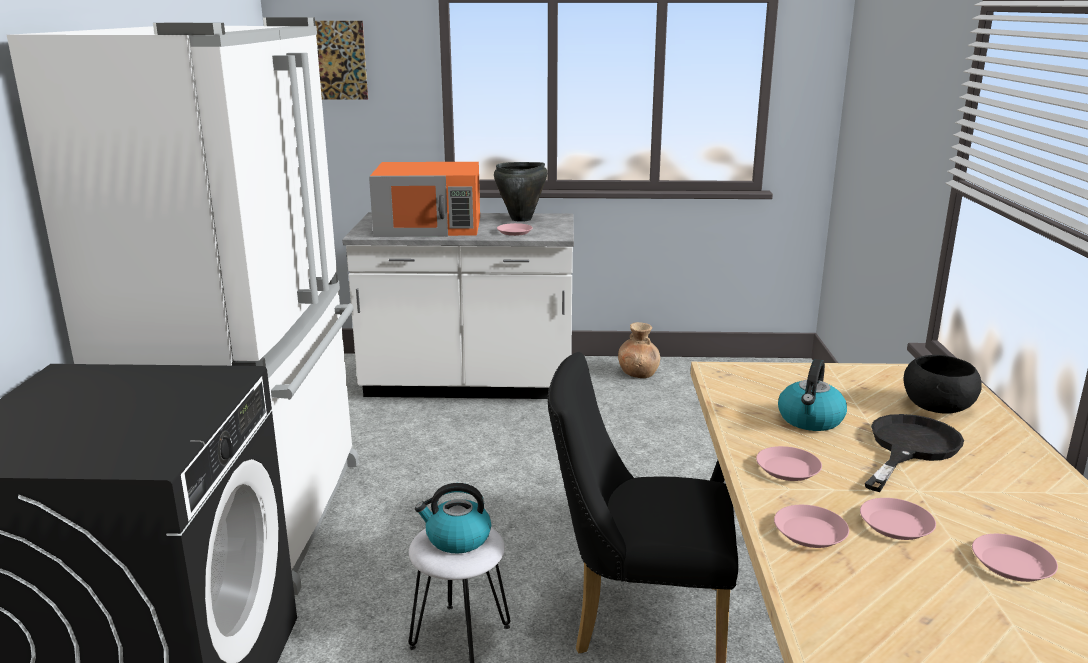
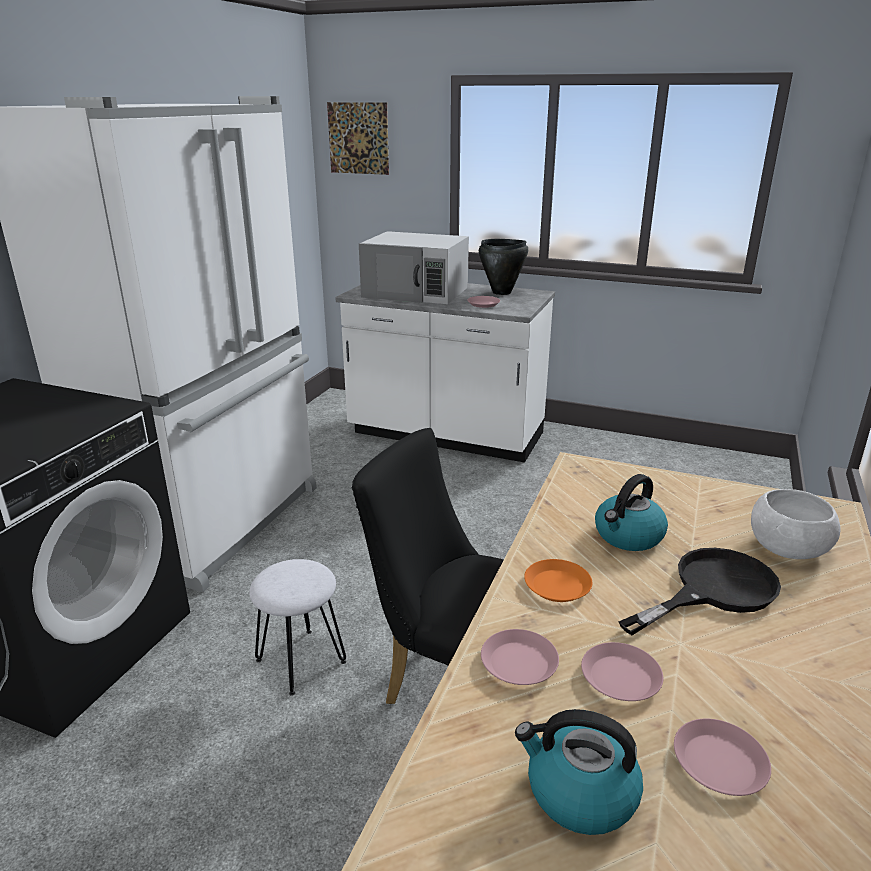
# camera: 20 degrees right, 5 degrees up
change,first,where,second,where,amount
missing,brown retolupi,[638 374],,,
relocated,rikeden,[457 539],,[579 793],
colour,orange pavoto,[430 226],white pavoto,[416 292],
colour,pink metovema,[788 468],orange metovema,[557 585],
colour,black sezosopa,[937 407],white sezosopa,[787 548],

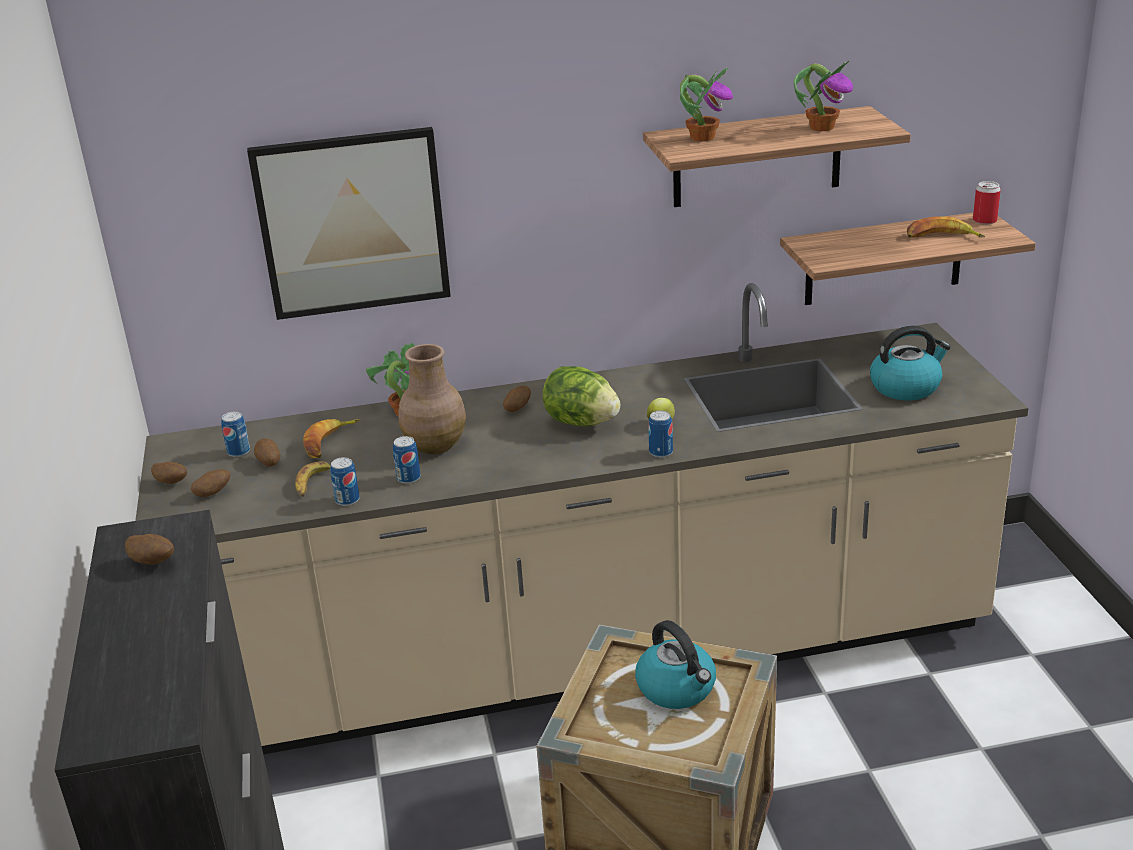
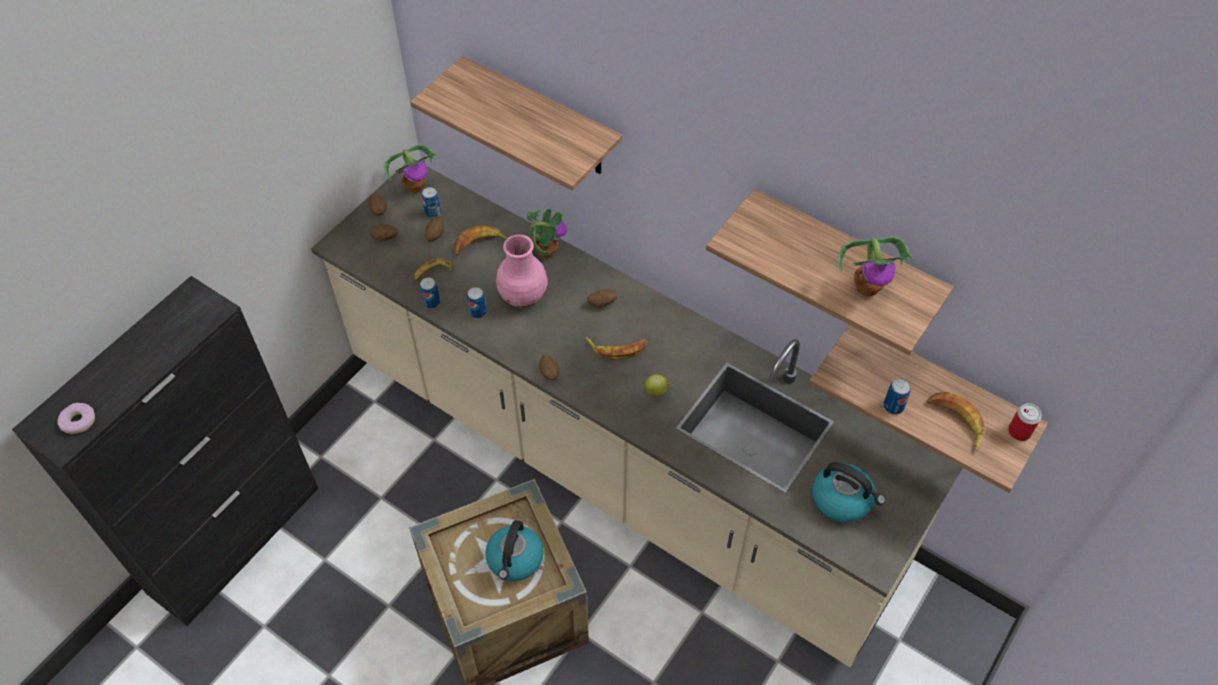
# camera: 45 degrees right, 25 degrees up
change,first,where,second,where,amount
appeared,,,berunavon,[78 421],
relocated,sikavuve,[153 563],,[549 373],
relocated,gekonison,[661 452],,[893 406],
relocated,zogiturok,[702 137],,[416 186],
exchanged,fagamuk,[352 223],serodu,[541 119],
exchanged,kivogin,[581 422],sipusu,[617 348],
colour,brown retolupi,[435 445],pink retolupi,[523 296],

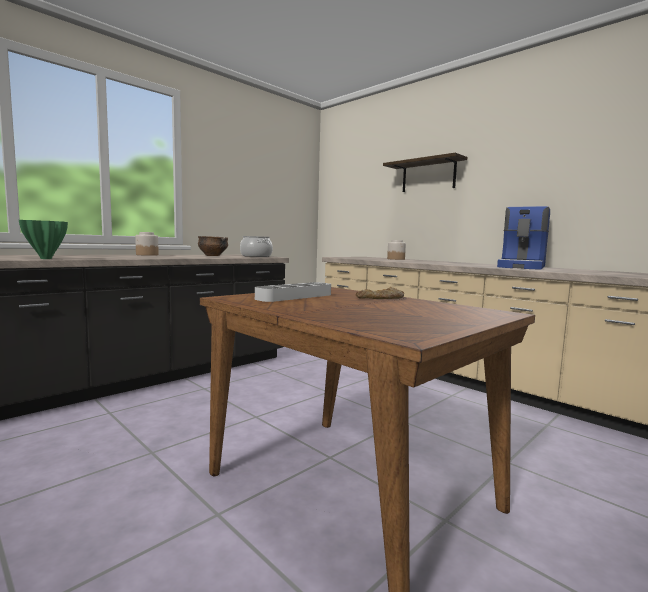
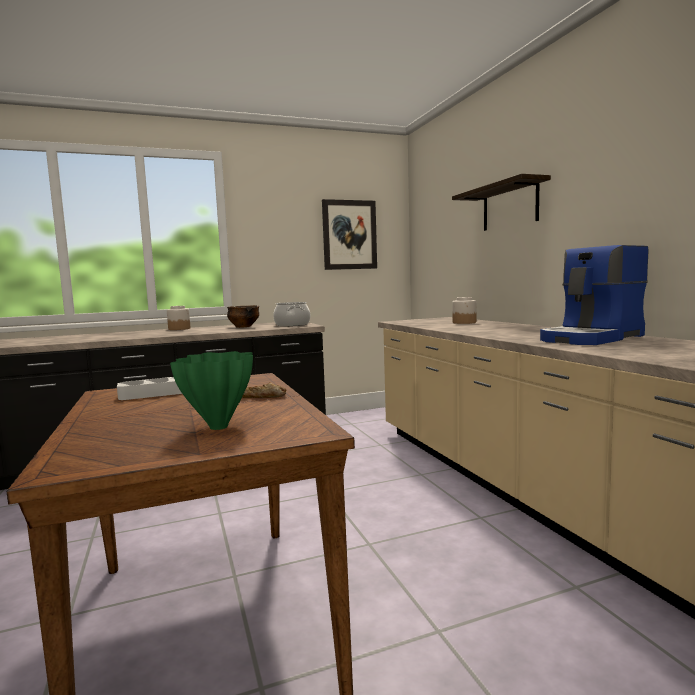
# camera: 25 degrees right, 0 degrees up
change,first,where,second,where,amount
appeared,,,fagamuk,[349 235],
relocated,green retolupi,[47 258],,[220 426],

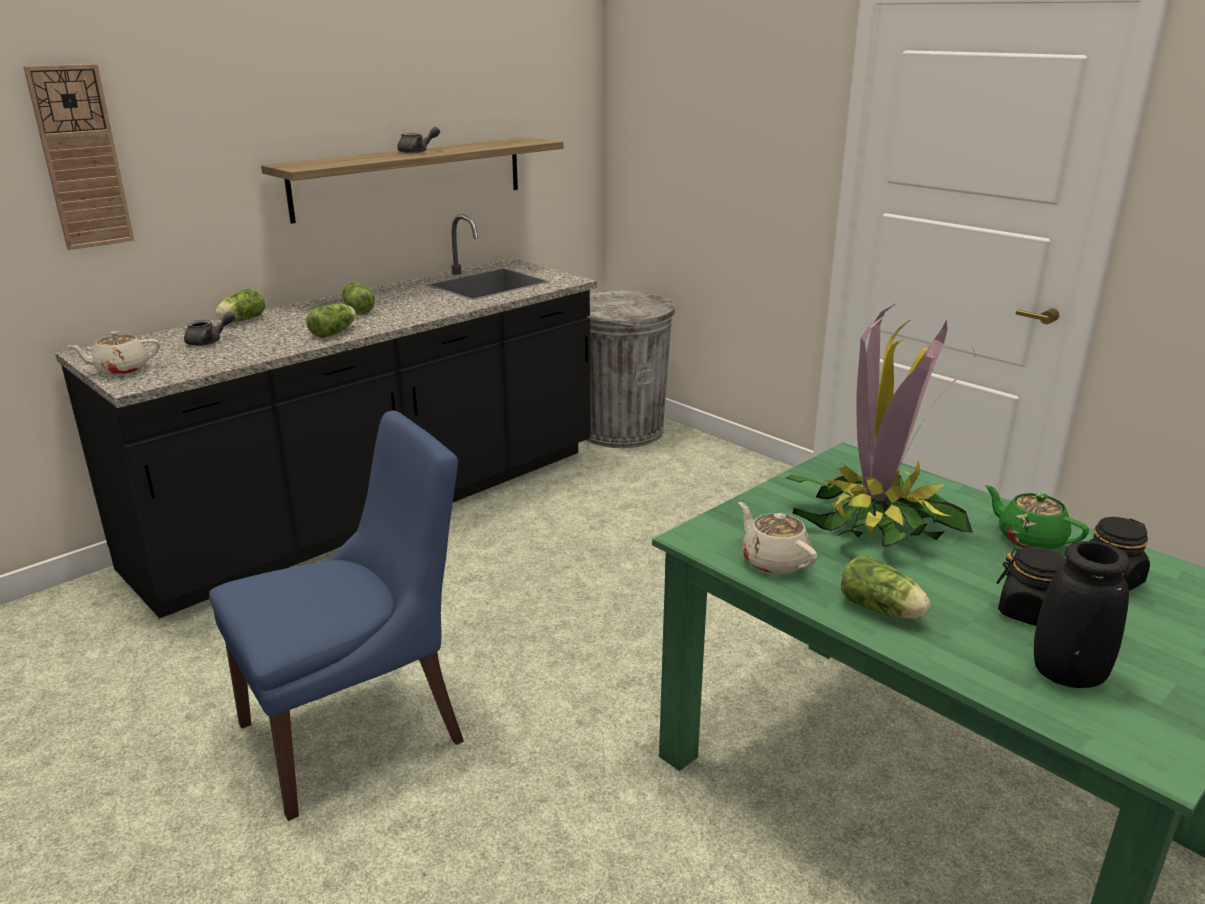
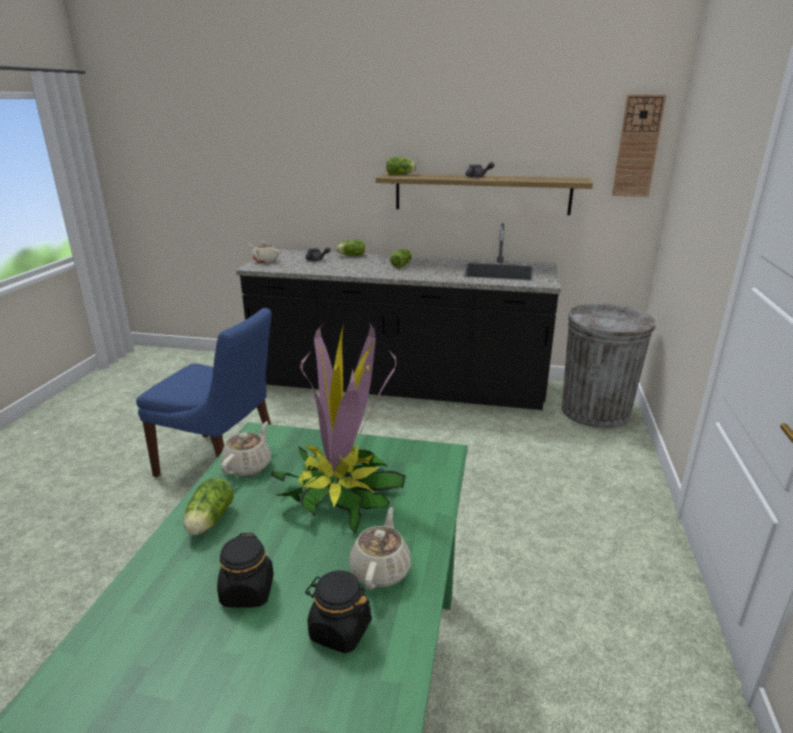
# camera: 55 degrees right, 0 degrees up
change,first,where,second,where,amount
missing,black retolupi,[1067 675],,,
relocated,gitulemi,[81 158],,[637 146],
relocated,kivogin,[335 332],,[401 174],
colour,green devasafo,[1029 539],beige devasafo,[380 569],

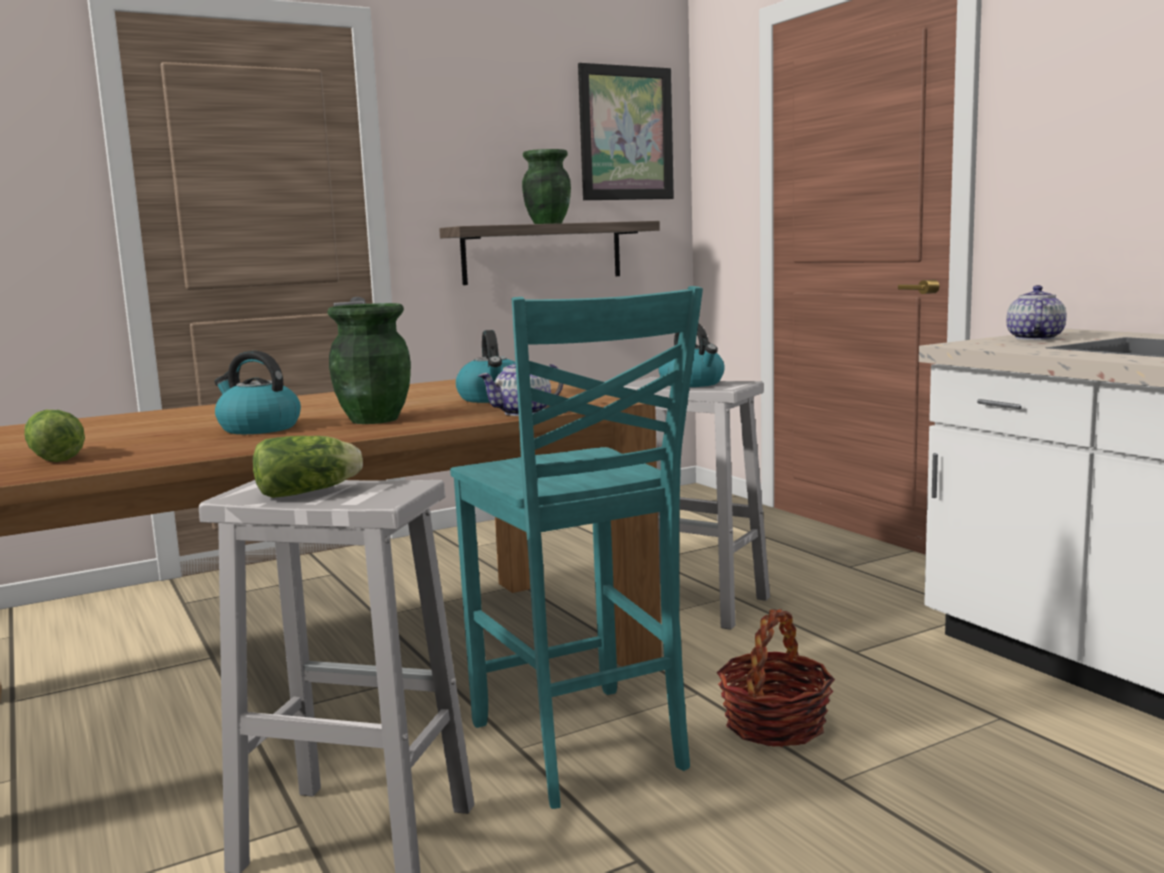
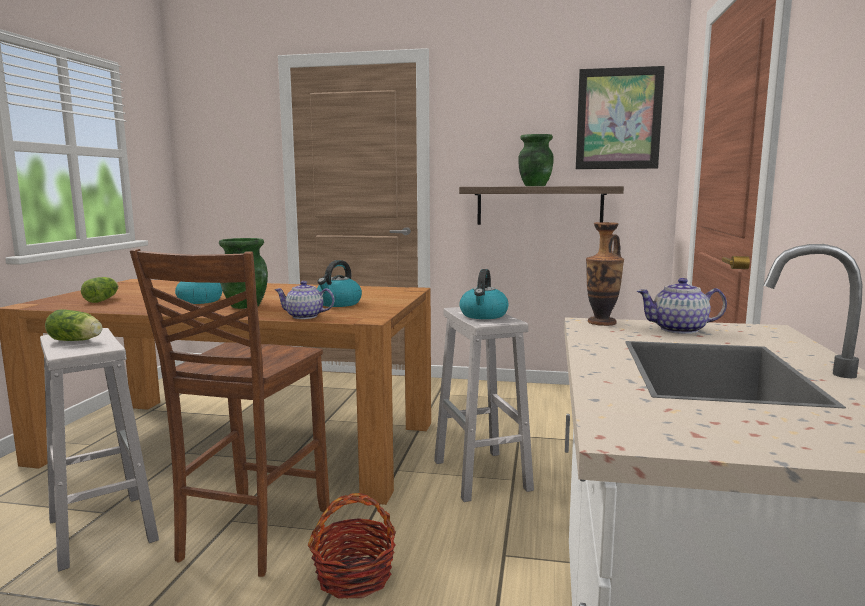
# camera: 40 degrees right, 0 degrees up
change,first,where,second,where,amount
appeared,,,retolupi,[601 323],
colour,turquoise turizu,[580 747],brown turizu,[251 535],
spun,devasafo,[1034 338],,[680 330],150 degrees counterclockwise

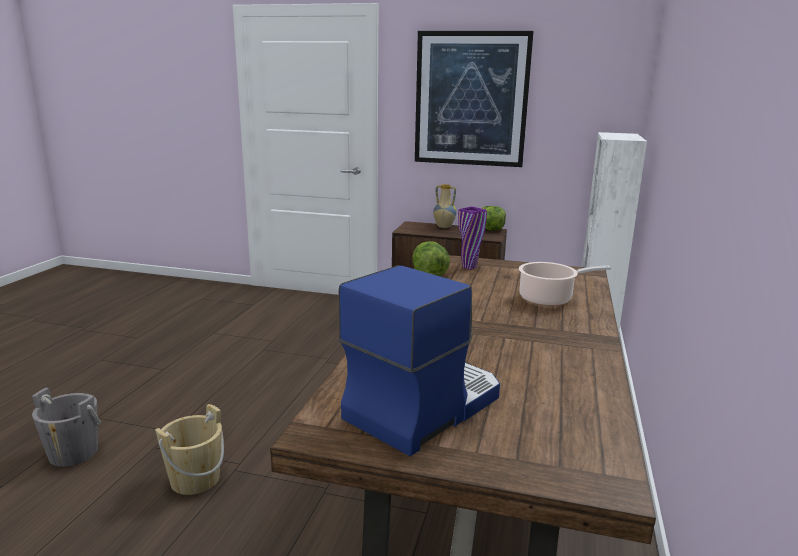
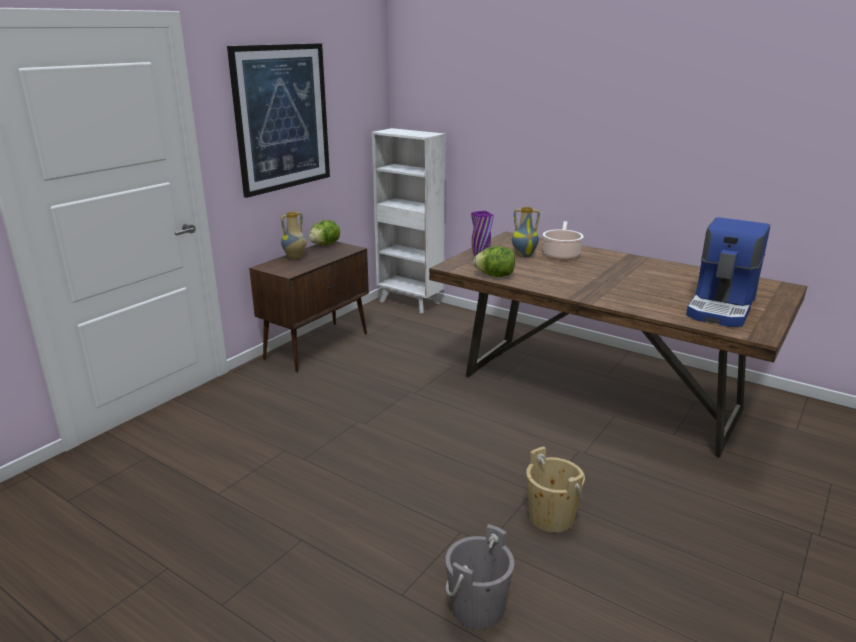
# camera: 70 degrees left, 5 degrees up
change,first,where,second,where,amount
appeared,,,retolupi,[524 255],
spun,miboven,[423 406],,[722 308],120 degrees counterclockwise

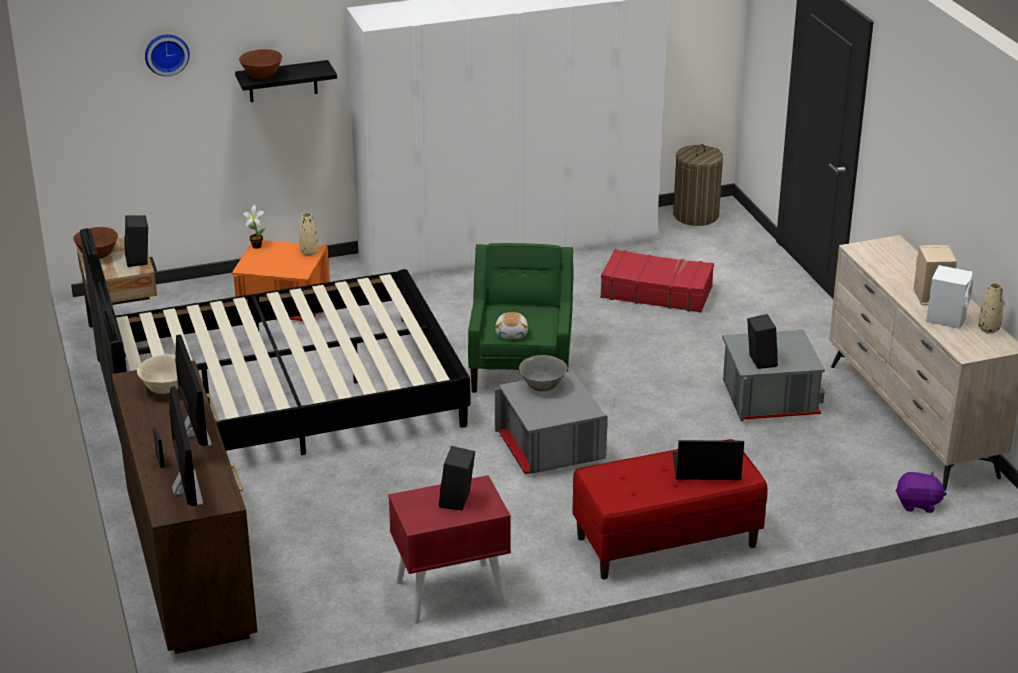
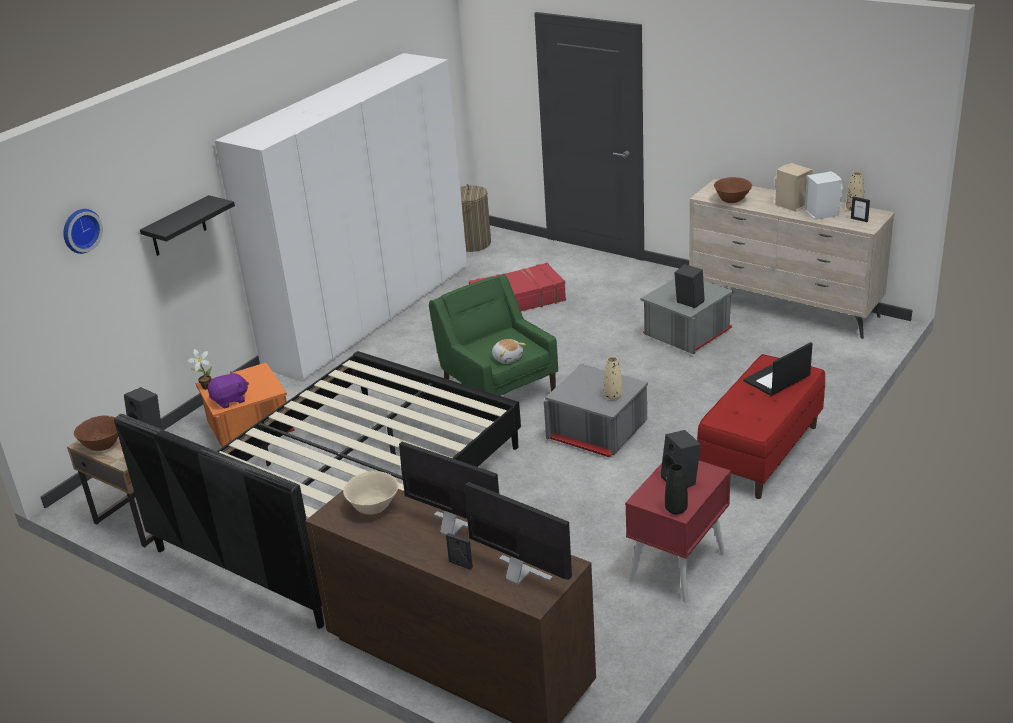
# camera: 35 degrees left, 0 degrees up
change,first,where,second,where,amount
missing,grey sezosopa,[543 386],,,
appeared,,,black retolupi,[676 509],
appeared,,,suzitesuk,[859 220],
relocated,brown sezosopa,[262 76],,[732 201],
relocated,beige retolupi,[309 252],,[613 396],
relocated,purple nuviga,[918 504],,[230 400],

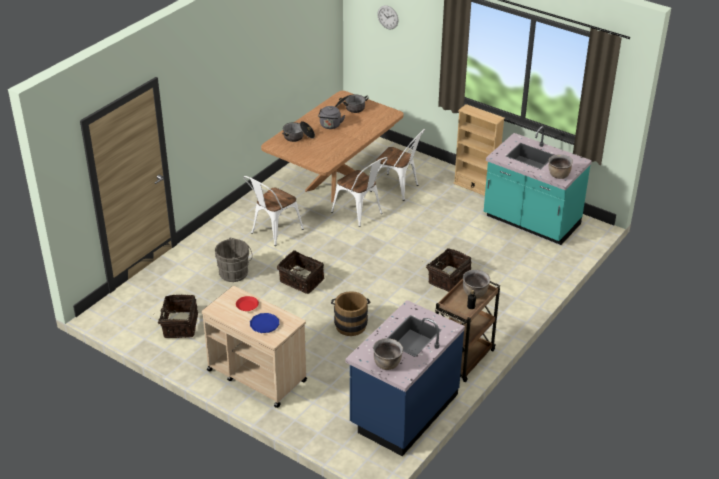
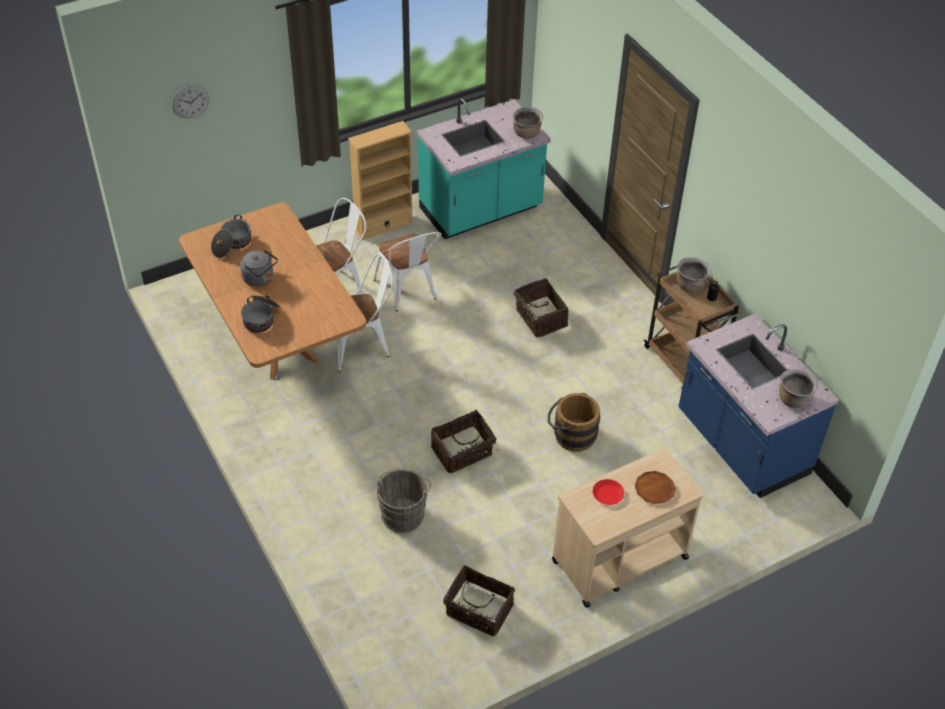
# camera: 65 degrees left, 10 degrees up
change,first,where,second,where,amount
relocated,white turizu,[273 232],,[408 292],
colour,blue metovema,[264 325],brown metovema,[654 489],

